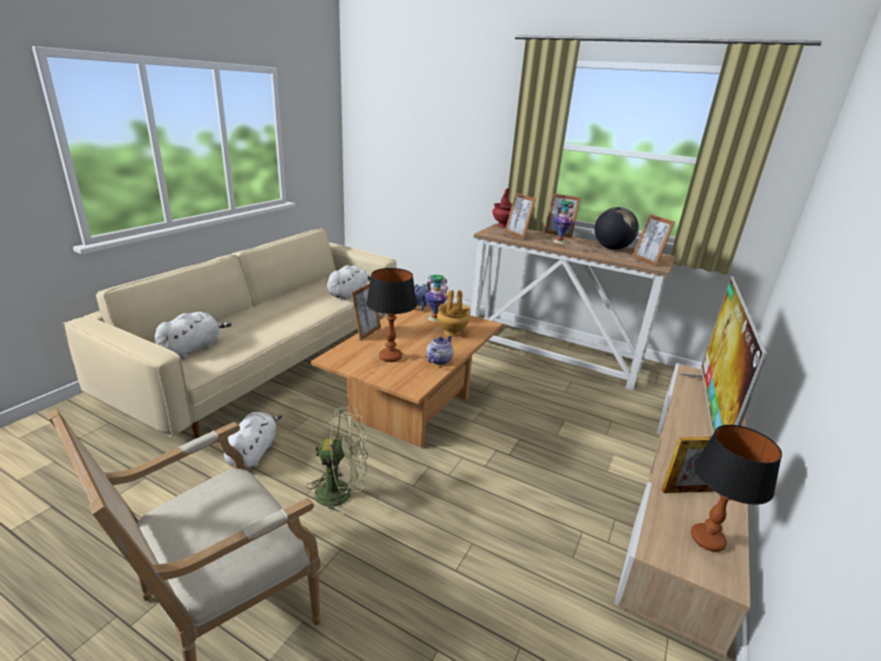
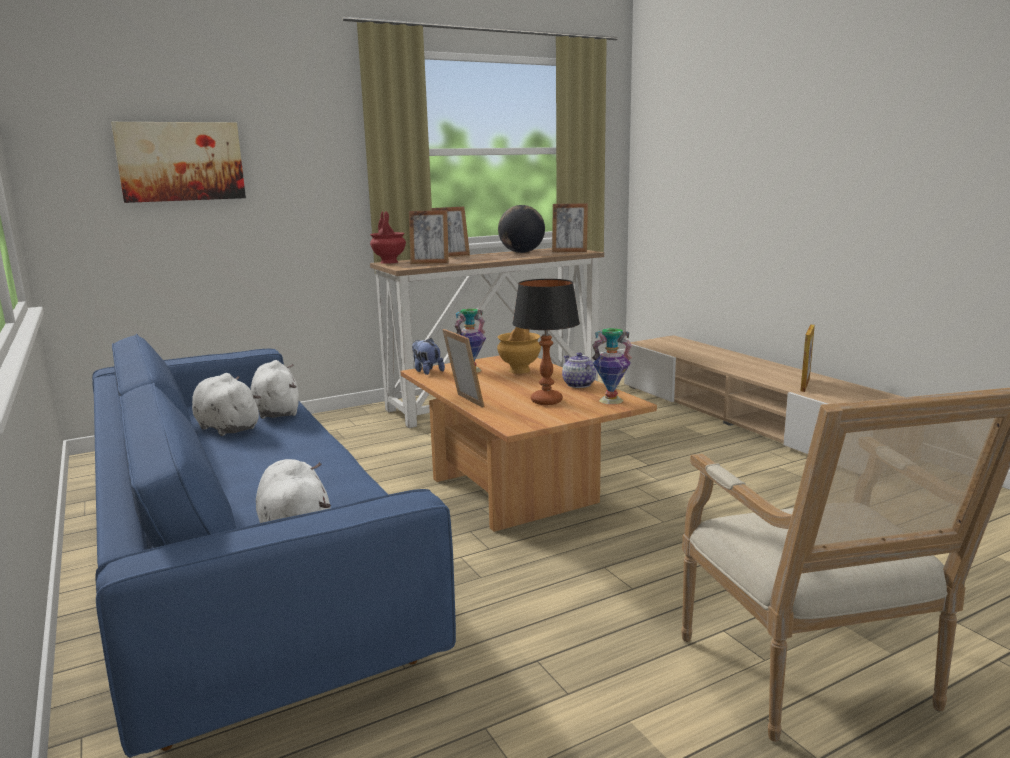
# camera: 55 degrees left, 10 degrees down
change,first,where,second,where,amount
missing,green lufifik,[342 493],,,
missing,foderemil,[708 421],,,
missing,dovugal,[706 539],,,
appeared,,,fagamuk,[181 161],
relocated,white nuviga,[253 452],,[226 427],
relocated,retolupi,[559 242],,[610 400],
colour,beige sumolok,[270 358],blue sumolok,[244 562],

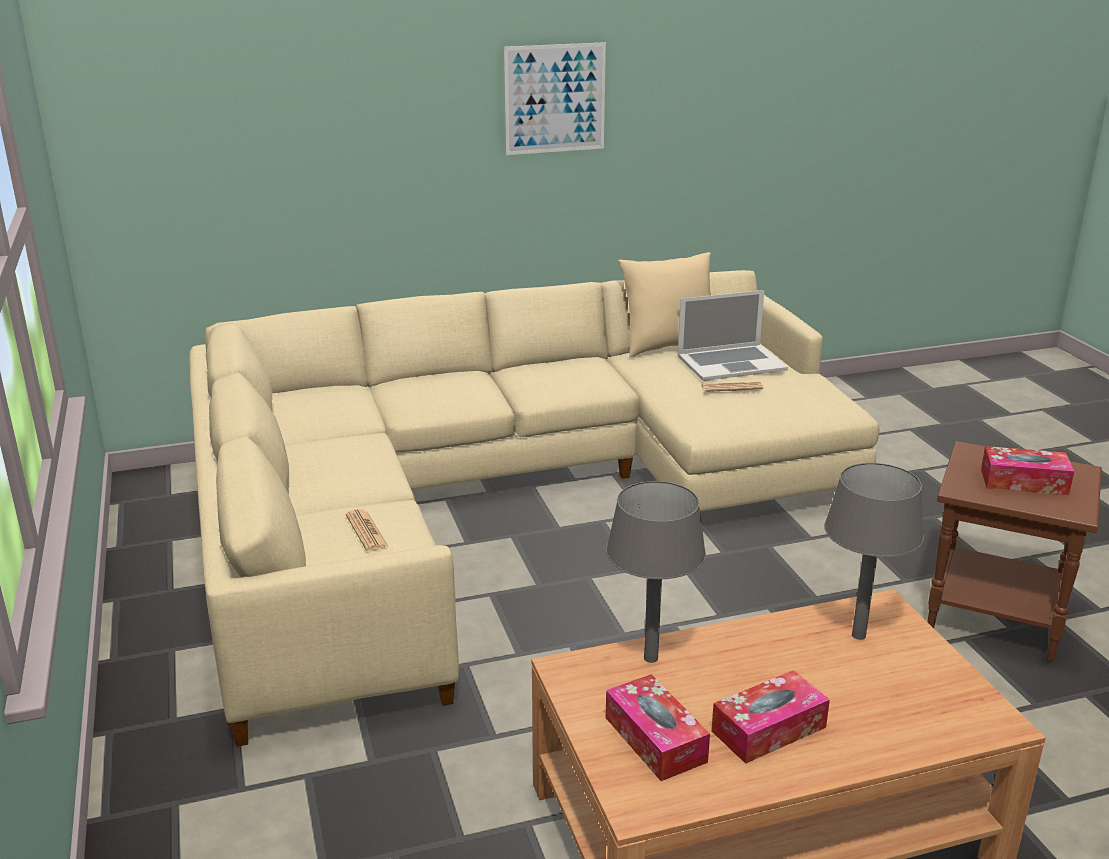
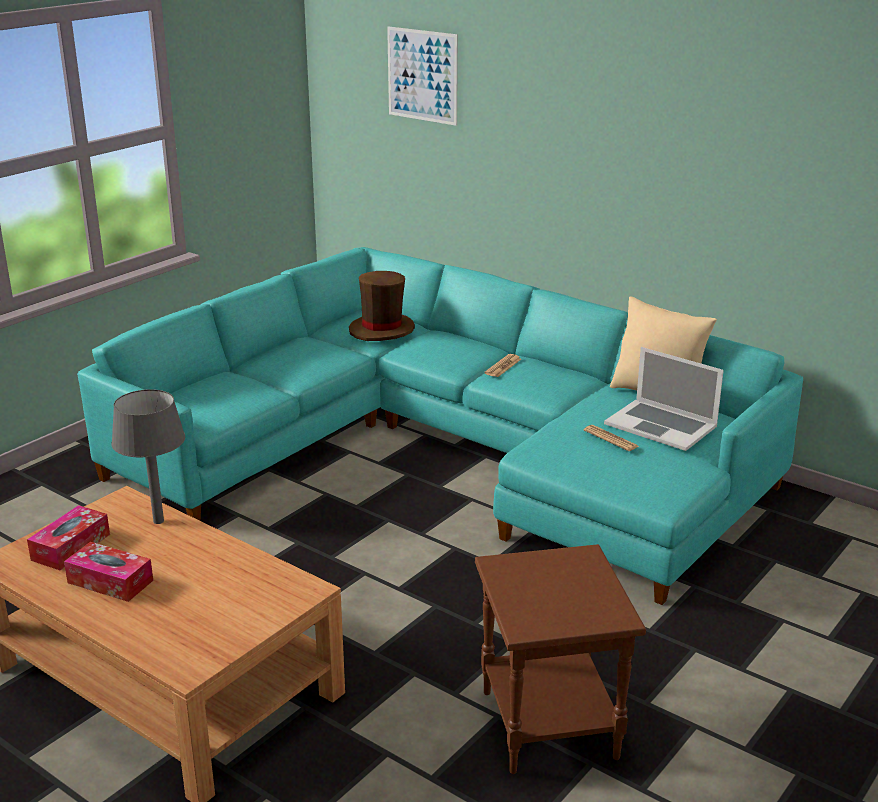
# camera: 55 degrees right, 0 degrees up
change,first,where,second,where,amount
missing,grey dovugal,[859 635],,,
missing,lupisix,[1024 482],,,
appeared,,,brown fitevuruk,[382 330],
relocated,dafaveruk,[366 531],,[503 366],
relocated,fagamuk,[555 99],,[422 75],
colour,beige sumolok,[500 501],turquoise sumolok,[447 453],

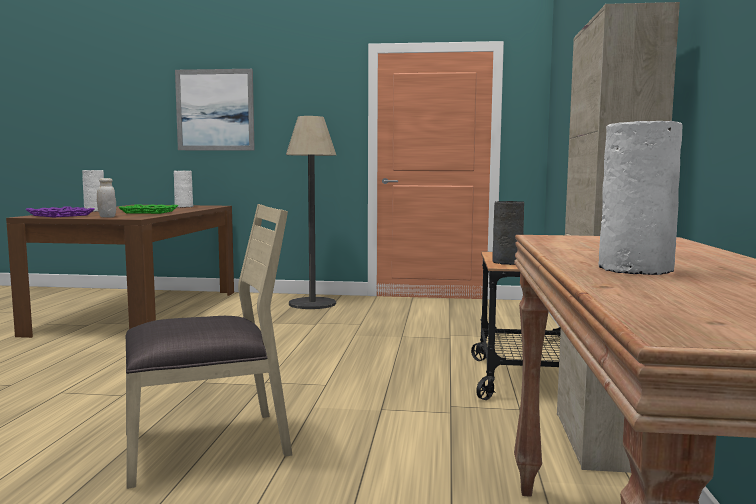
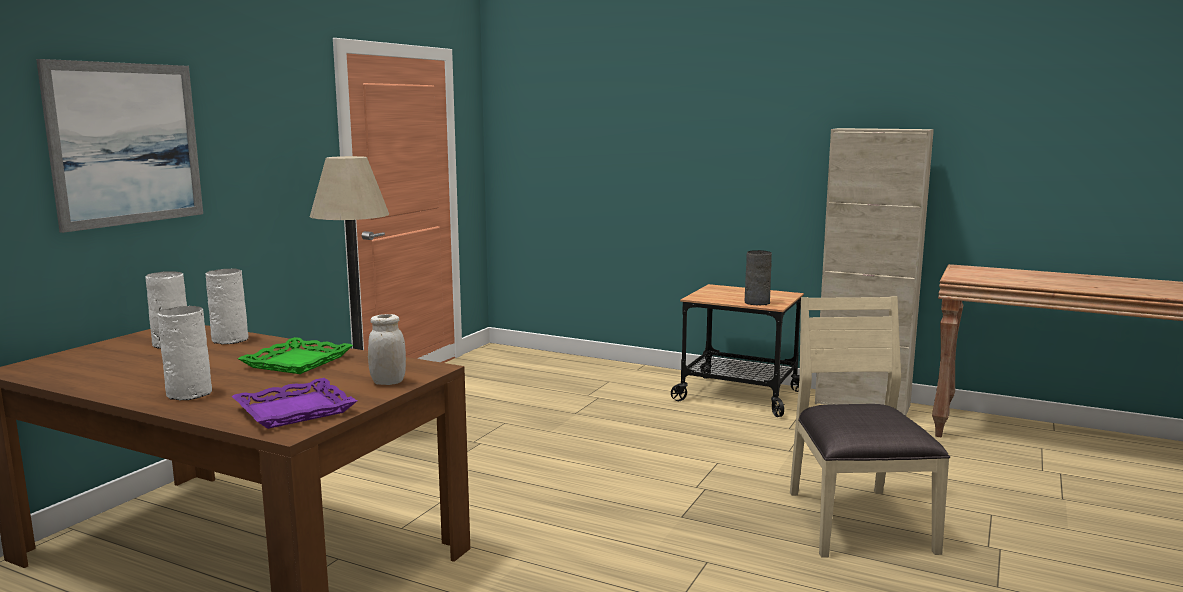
# camera: 70 degrees left, 5 degrees up
change,first,where,second,where,amount
relocated,white retolupi,[637 269],,[231 339],

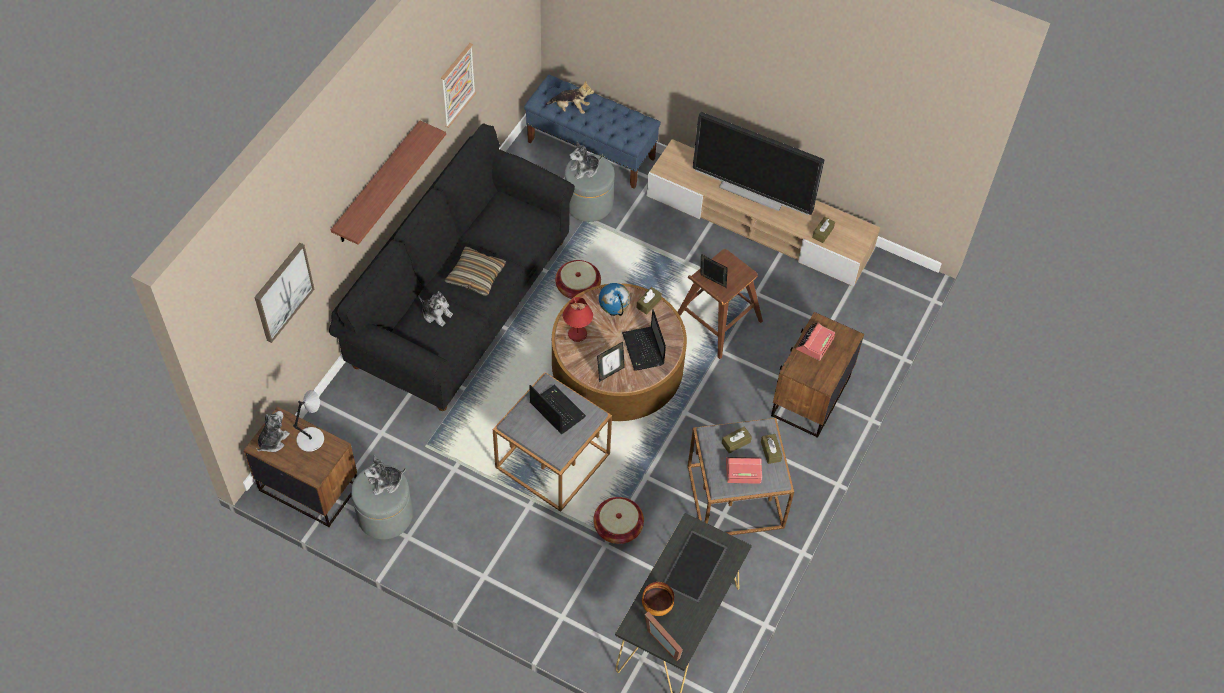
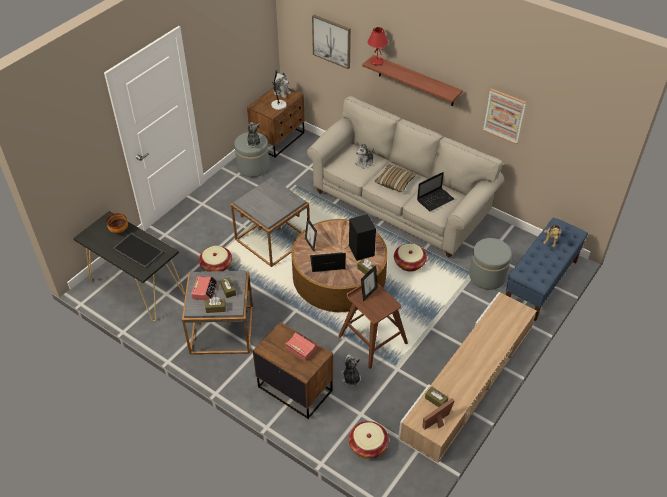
# camera: 100 degrees right, 10 degrees down
change,first,where,second,where,amount
missing,foderemil,[753 192],,,
appeared,,,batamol,[368 445],
relocated,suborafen,[556 410],,[436 199],
relocated,red dovugal,[577 334],,[376 62],
relocated,nuviga,[585 169],,[351 378],
relocated,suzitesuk,[665 640],,[439 422],
exchanged,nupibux,[614 311],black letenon,[361 251],
colour,black sumolok,[461 303],beige sumolok,[400 205],

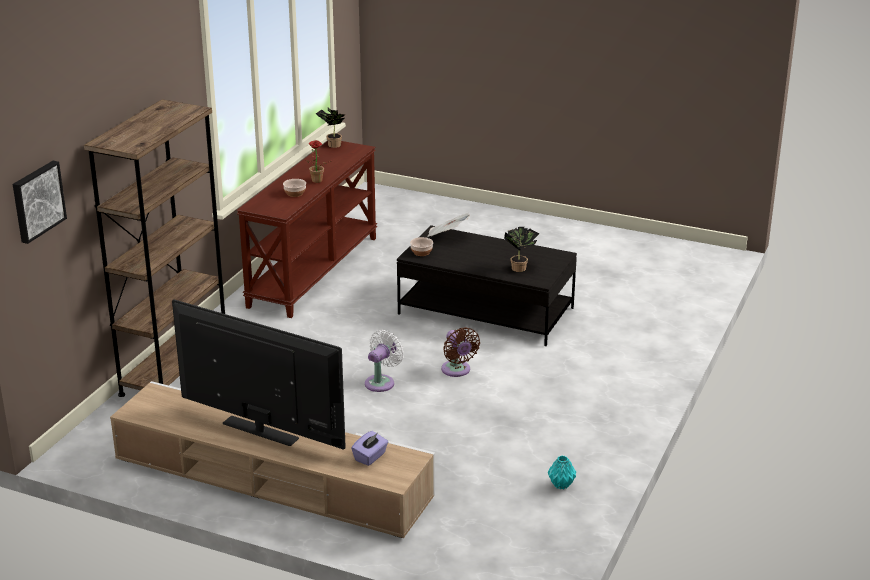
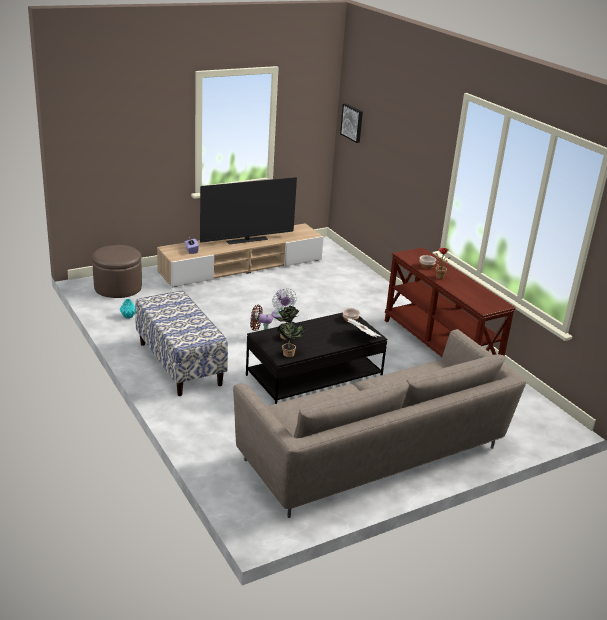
# camera: 125 degrees right, 0 degrees up
change,first,where,second,where,amount
missing,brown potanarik,[175 371],,,
appeared,,,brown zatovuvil,[118 287],
appeared,,,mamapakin,[179 364],
appeared,,,beige sumolok,[375 456],
relocated,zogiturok,[332 145],,[289 353],

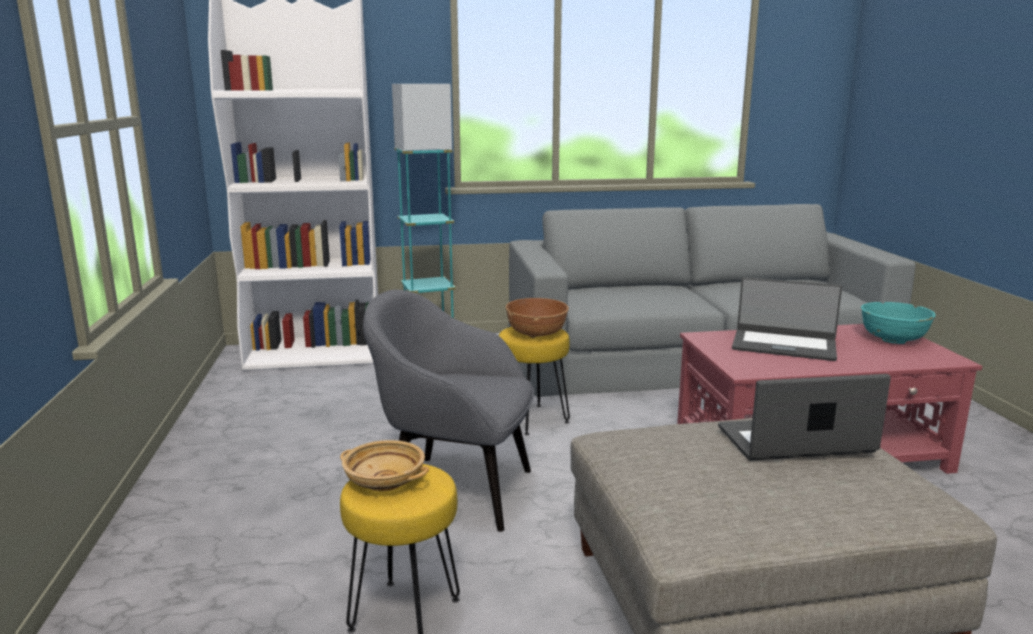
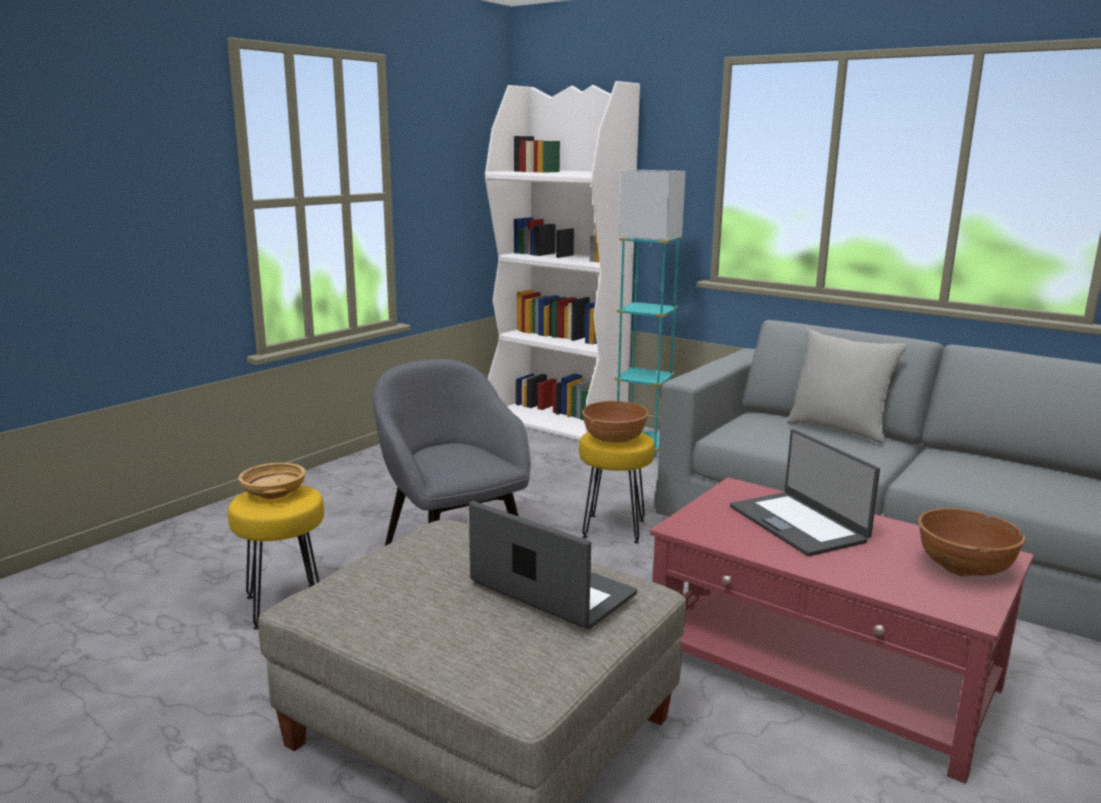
# camera: 45 degrees right, 0 degrees up
change,first,where,second,where,amount
appeared,,,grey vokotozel,[838 430],
colour,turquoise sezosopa,[893 339],brown sezosopa,[963 567],

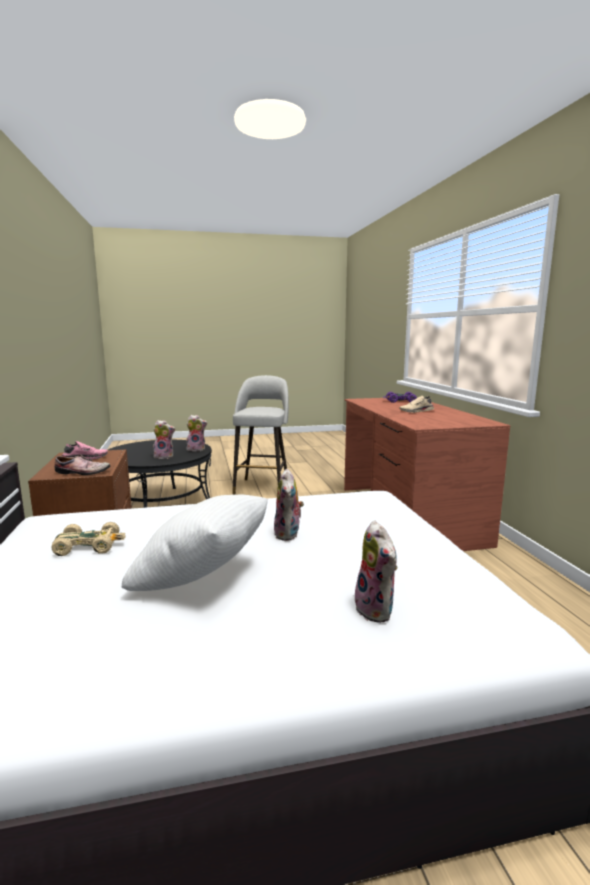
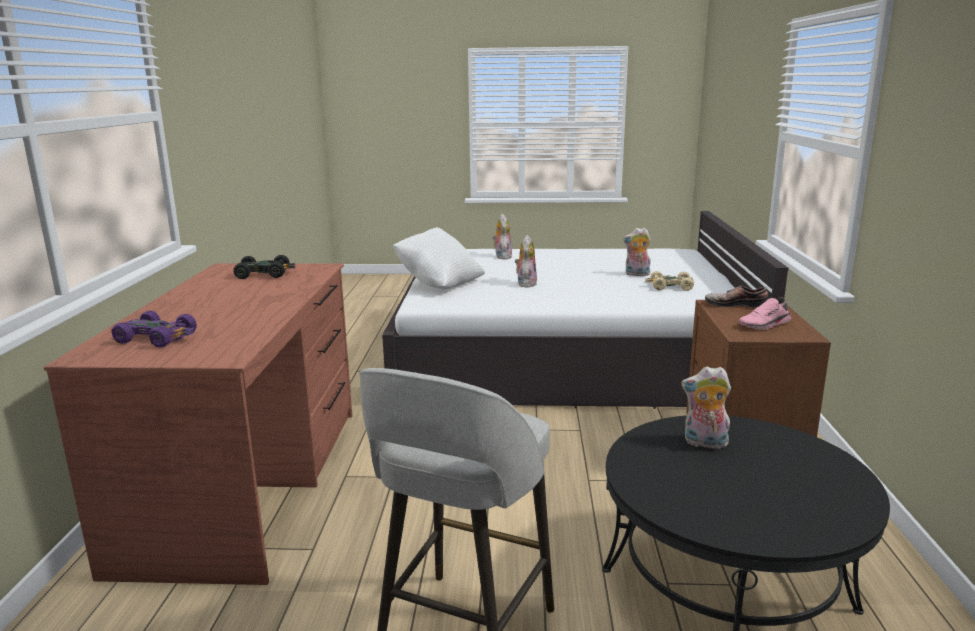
# camera: 165 degrees left, 5 degrees up
change,first,where,second,where,amount
missing,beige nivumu,[416 411],,,
appeared,,,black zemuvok,[264 274],
relocated,white vokotozel,[203 578],,[439 284],
relocated,nuviga,[196 449],,[636 274],

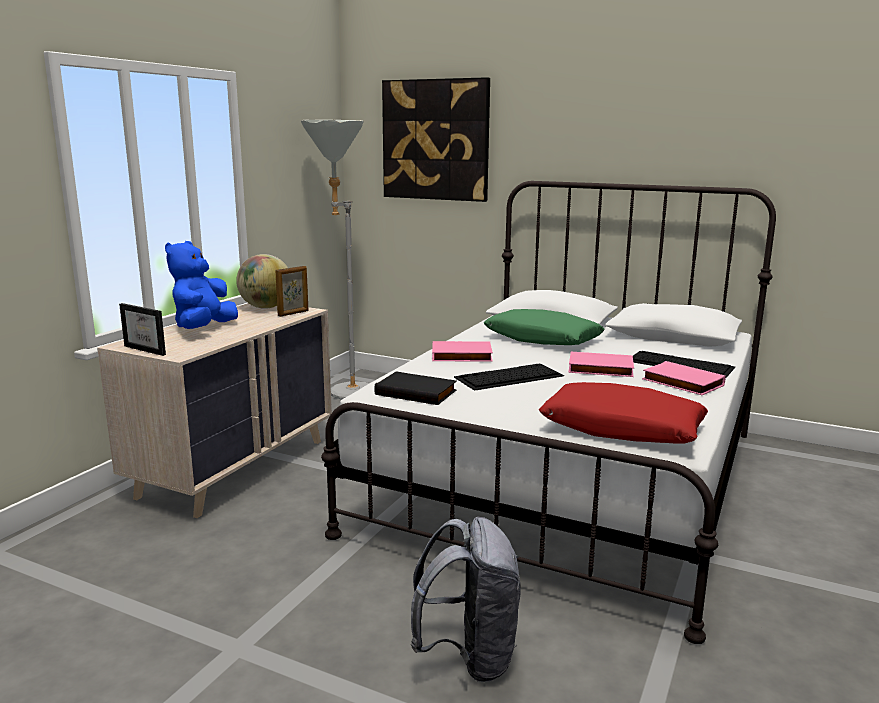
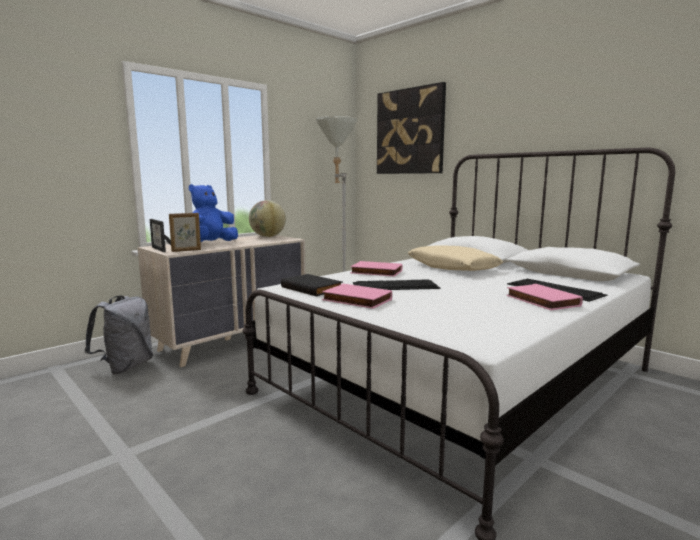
# camera: 20 degrees right, 5 degrees down
change,first,where,second,where,amount
missing,red vokotozel,[622 429],,,
relocated,suzitesuk,[293 313],,[186 250],
relocated,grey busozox,[469 656],,[126 367],
relocated,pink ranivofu,[600 369],,[355 300],
colour,green vokotozel,[542 339],beige vokotozel,[452 267],

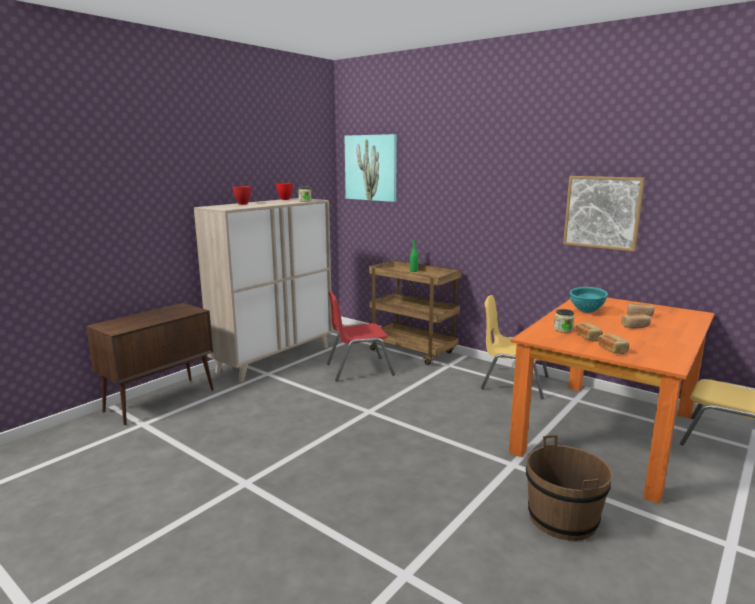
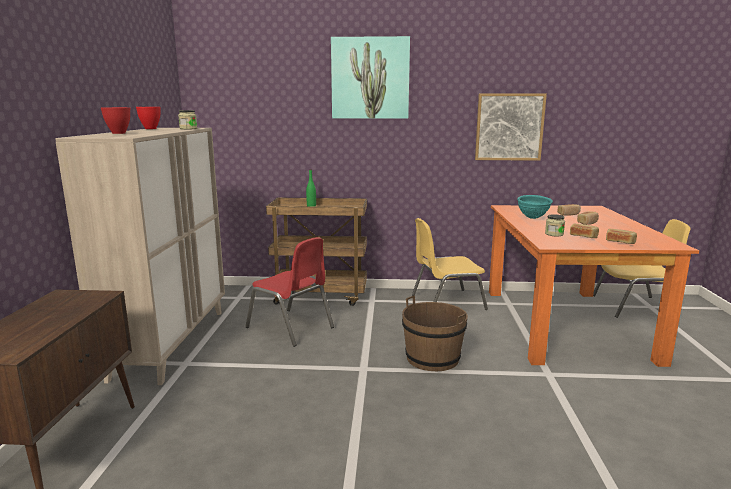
# camera: 35 degrees left, 0 degrees up
change,first,where,second,where,amount
relocated,fagamuk,[371 168],,[370 78],
relocated,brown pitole,[562 518],,[432 358],
spun,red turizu,[359 369],,[290 327],90 degrees counterclockwise

